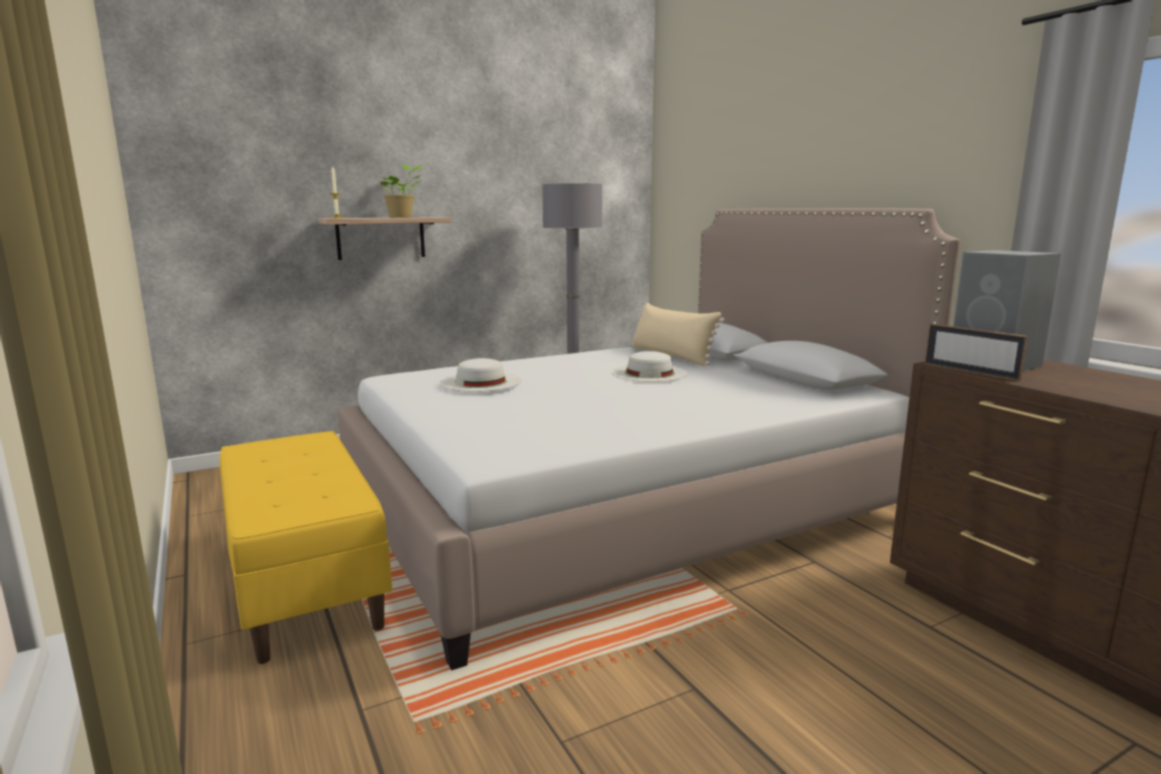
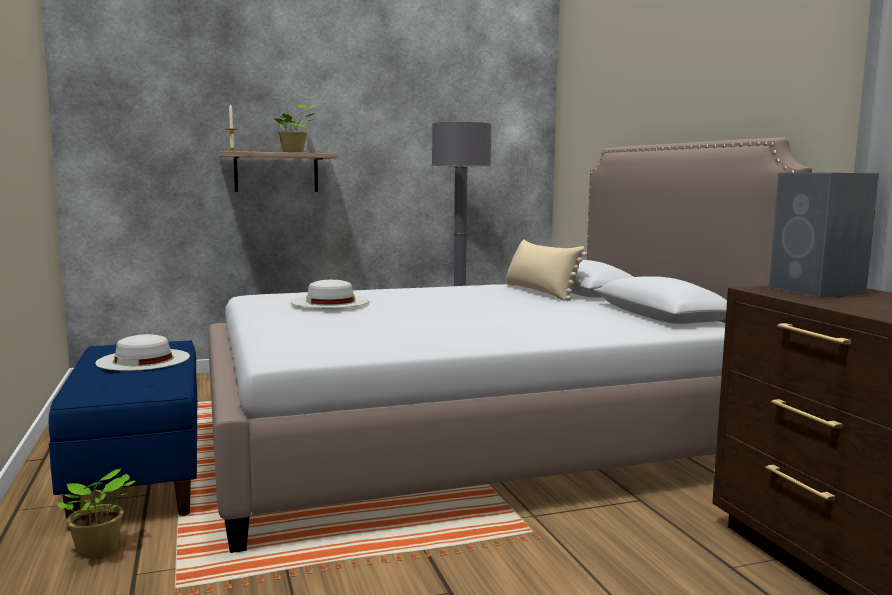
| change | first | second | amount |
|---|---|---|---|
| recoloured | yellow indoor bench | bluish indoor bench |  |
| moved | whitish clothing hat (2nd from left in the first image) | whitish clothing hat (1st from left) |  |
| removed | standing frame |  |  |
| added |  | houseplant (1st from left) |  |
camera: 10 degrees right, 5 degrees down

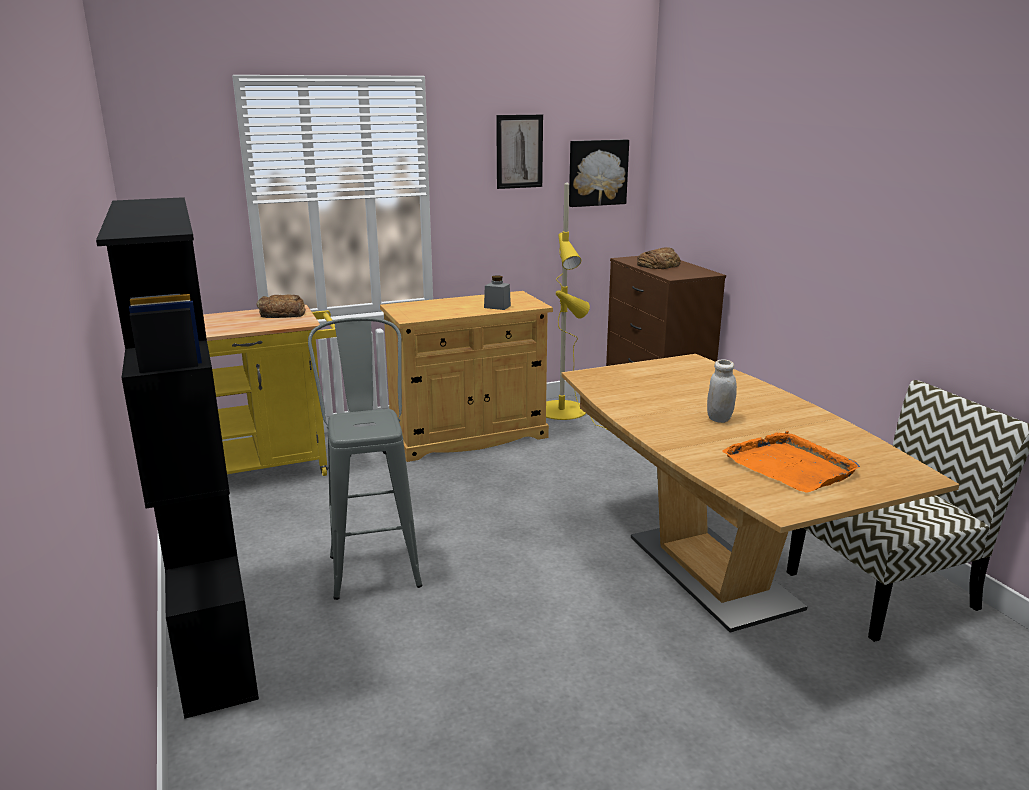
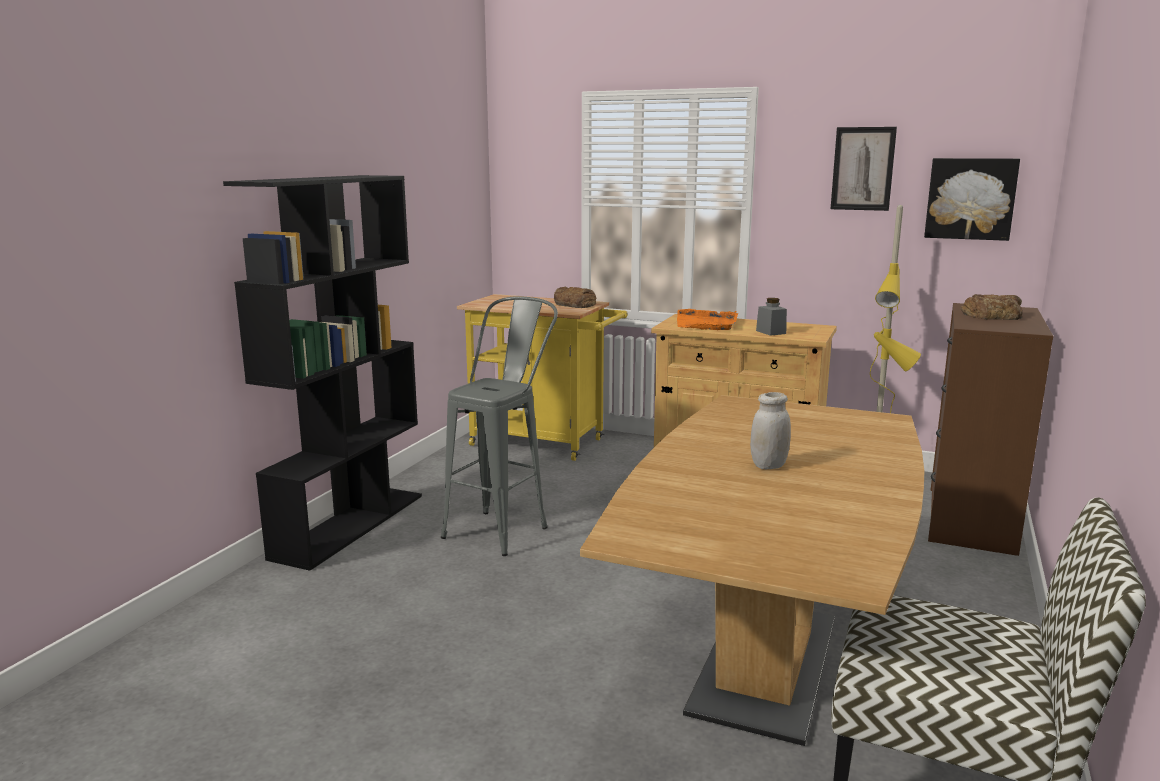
| change | first | second | amount |
|---|---|---|---|
| moved | orange-coloured carrying tray |  |  |
camera: 45 degrees right, 5 degrees down

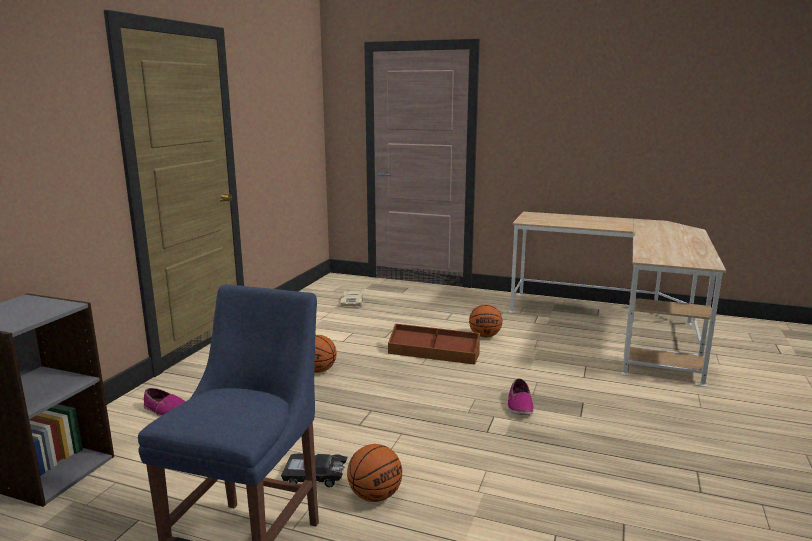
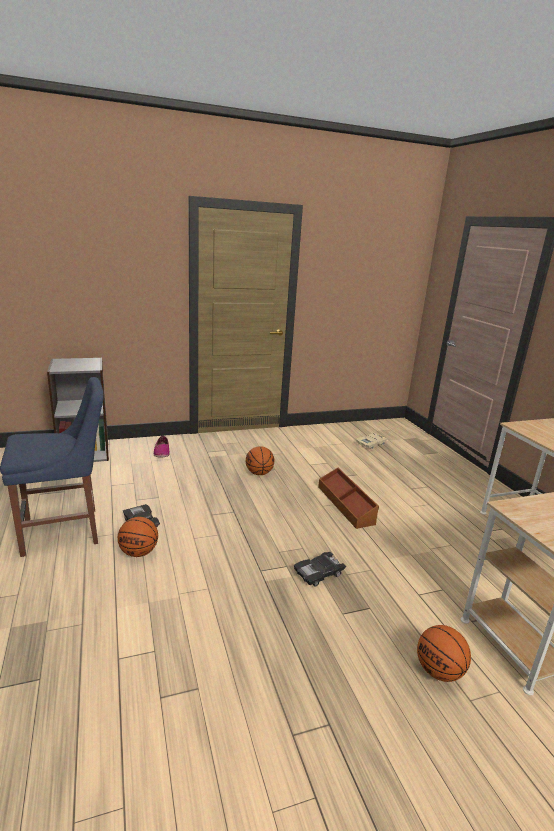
| change | first | second | amount |
|---|---|---|---|
| moved | basketball ball (3rd from left) |  |  |
| replaced | item of footwear (2nd from left) | black-coloured toy car (2nd from left) |  |
camera: 50 degrees right, 5 degrees up

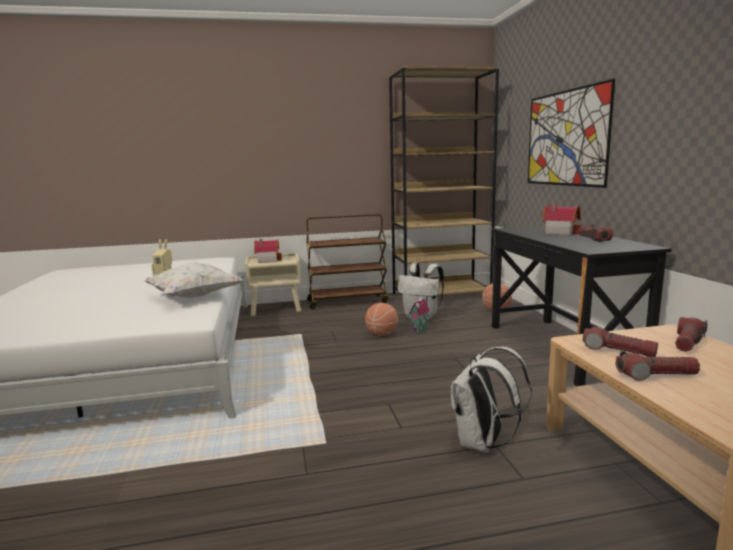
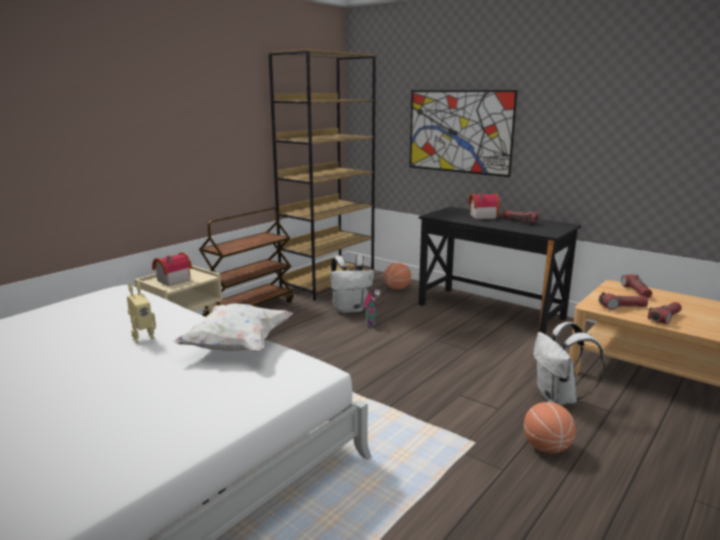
| change | first | second | amount |
|---|---|---|---|
| moved | basketball ball (1st from left in the first image) | basketball ball (2nd from left) |  |
camera: 40 degrees left, 5 degrees up

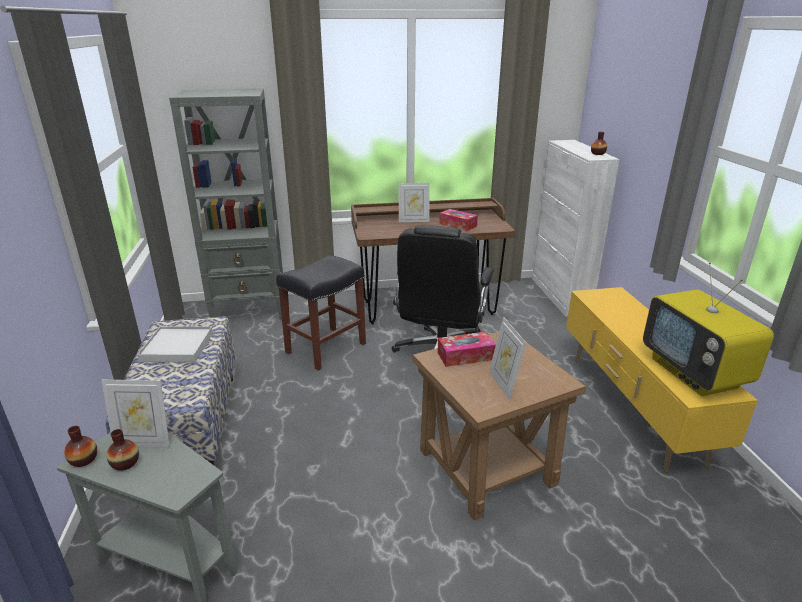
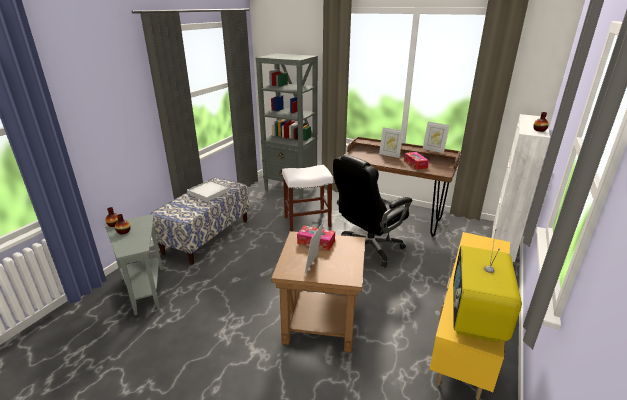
| change | first | second | amount |
|---|---|---|---|
| moved | standing frame (1st from left in the first image) | standing frame (3rd from left) |  |
| recoloured | black-coloured sitting stool | whitish sitting stool |  |
camera: 35 degrees right, 0 degrees up

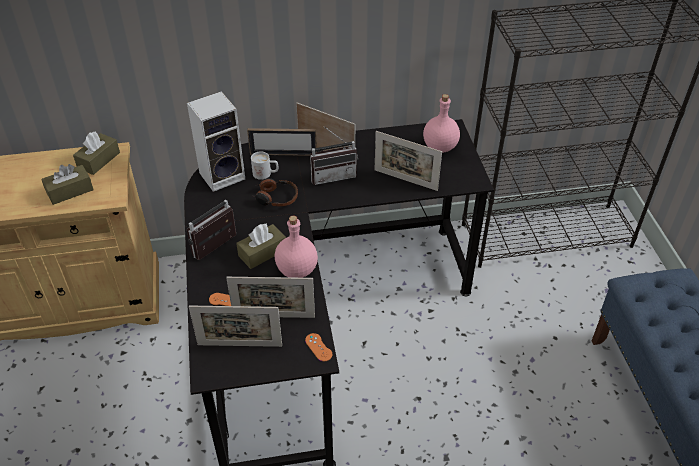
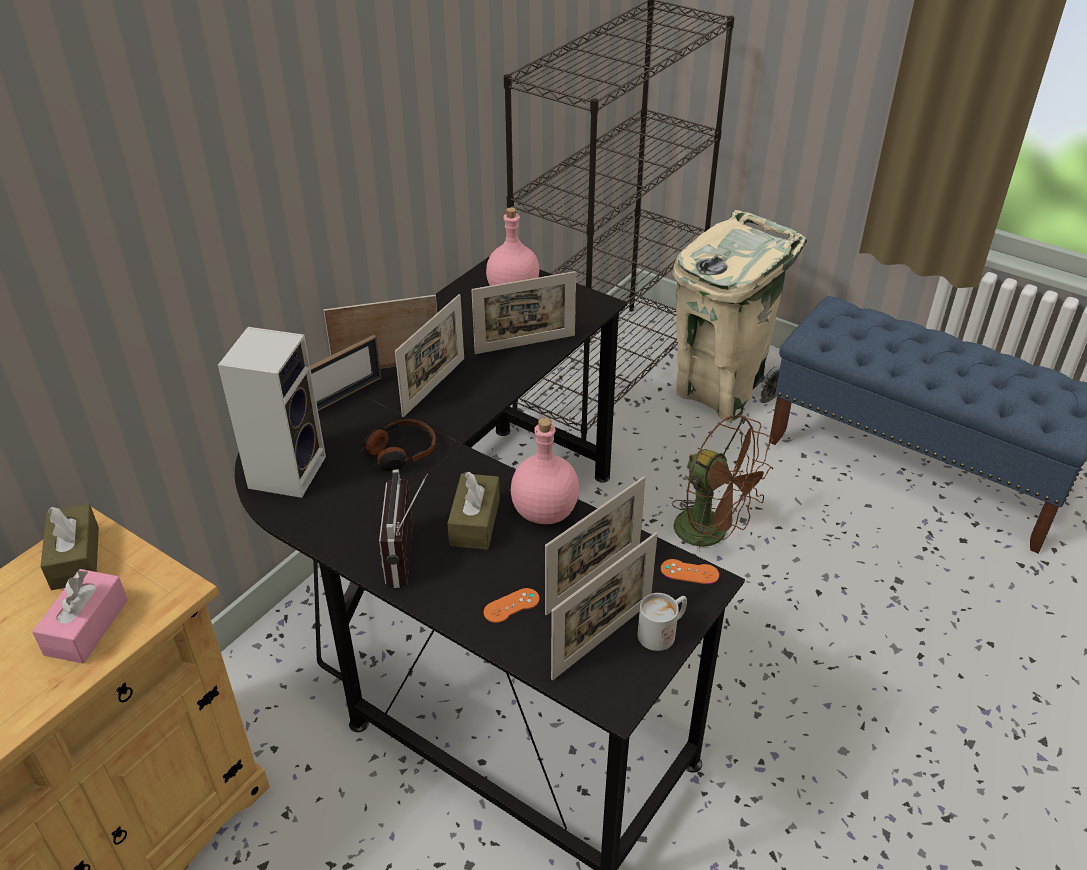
| change | first | second | amount |
|---|---|---|---|
| recoloured | brown box of tissues (1st from left) | pinkish box of tissues |  |
| moved | whitish coffee mug |  |  |
| replaced | radio receiver (2nd from left) | standing frame (3rd from left) |  |
| added |  | sand-coloured trash can |  |
| added |  | brown fan |  |
camera: 45 degrees left, 5 degrees down

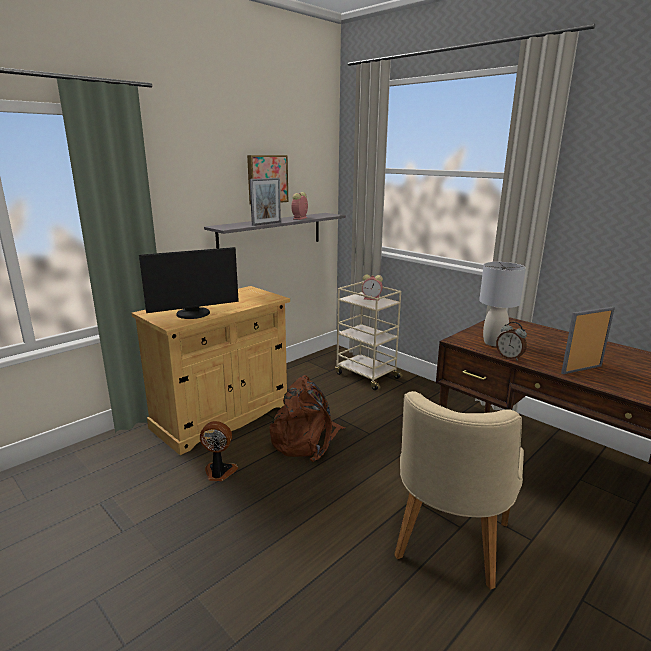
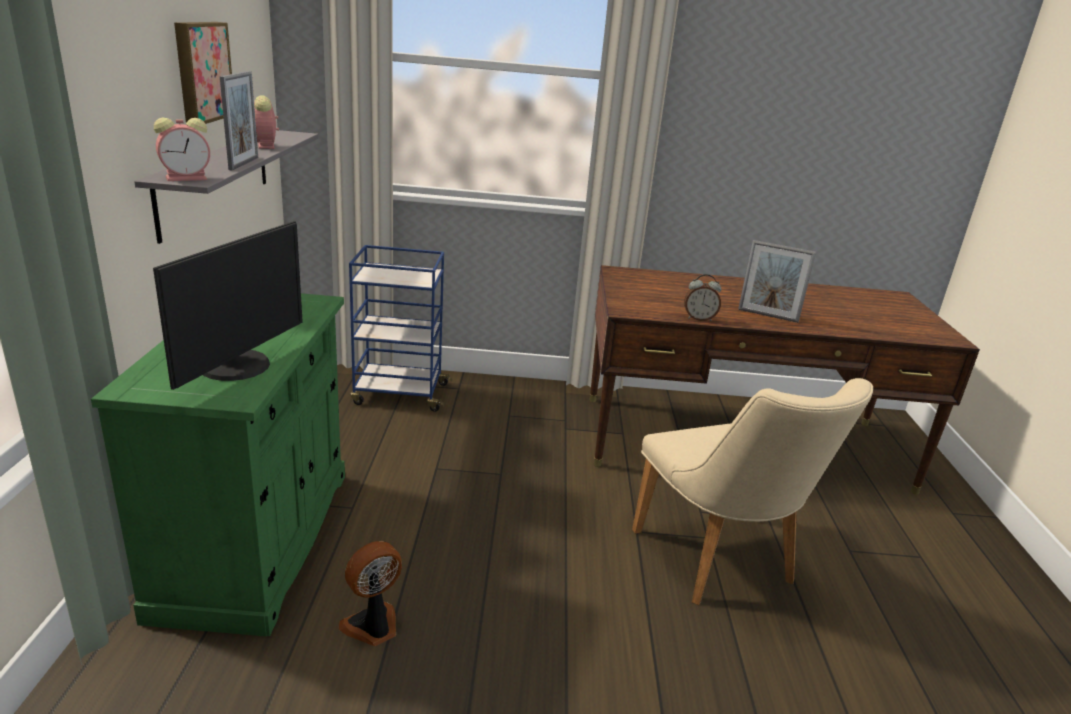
| change | first | second | amount |
|---|---|---|---|
| recoloured | sand-coloured cupboard | greenish cupboard |  |
| removed | brown backpack |  |  |
| recoloured | sand-coloured trolley | bluish trolley |  |
| moved | alarm clock (2nd from left in the first image) | alarm clock (1st from left) |  |
| removed | grey tabletop lamp |  |  |
| turned | standing frame (2nd from left) |  | 90 degrees counterclockwise |
camera: 45 degrees left, 5 degrees up

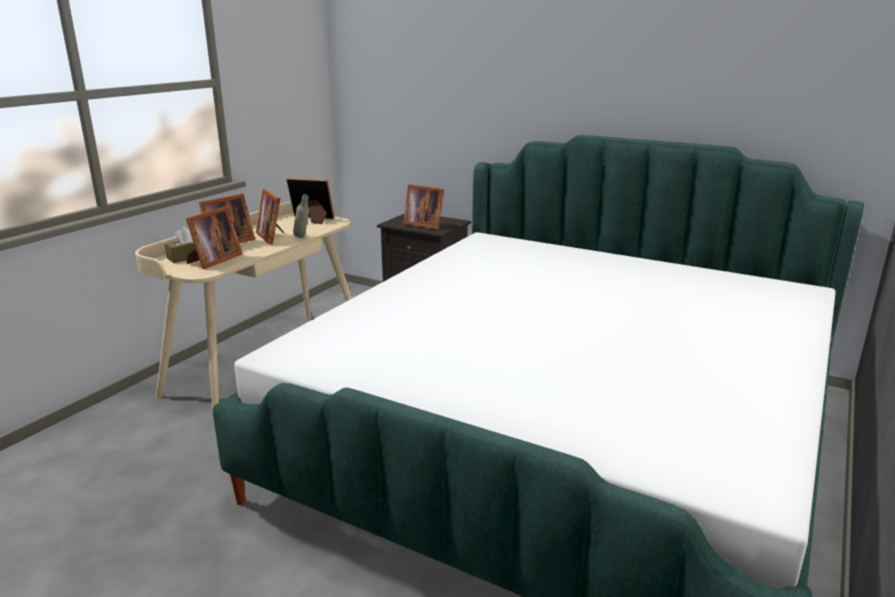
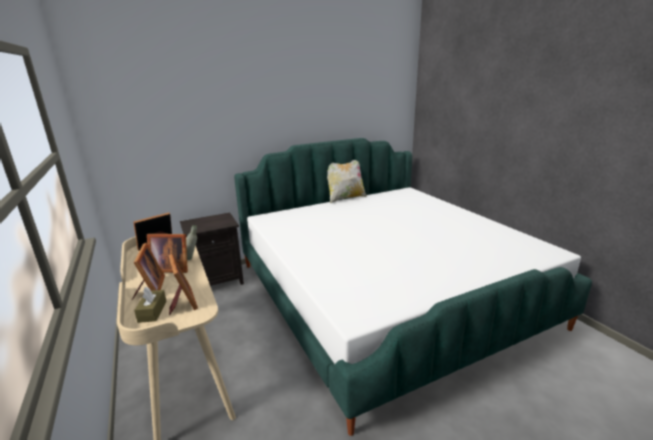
| change | first | second | amount |
|---|---|---|---|
| removed | standing frame (5th from left) |  |  |
| added |  | pillow |  |
camera: 55 degrees left, 0 degrees up

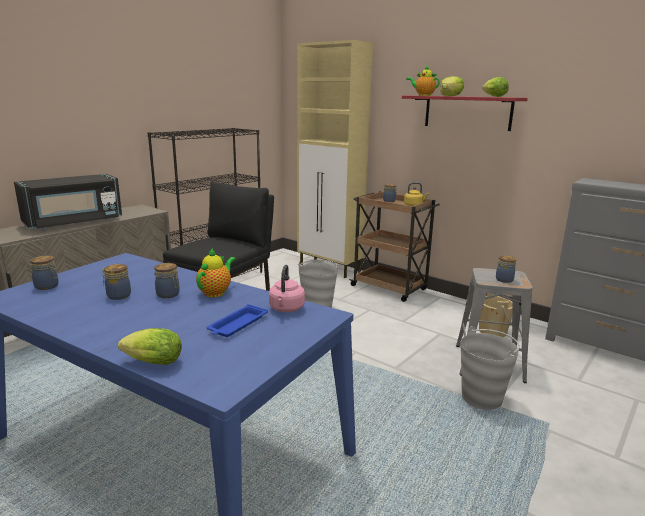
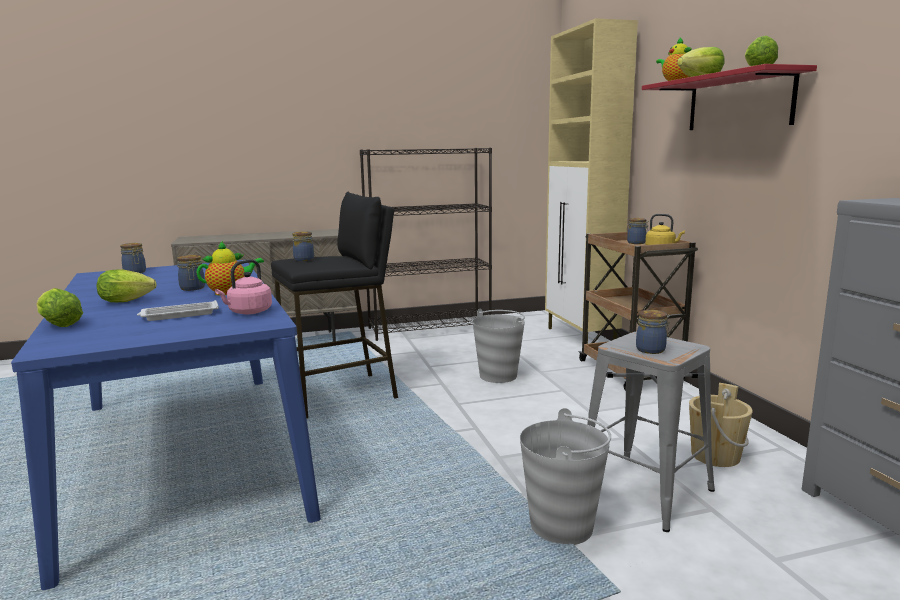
| change | first | second | amount |
|---|---|---|---|
| removed | black-coloured microwave |  |  |
| moved | jar (2nd from left in the first image) | jar (3rd from left) |  |
| recoloured | bluish carrying tray | whitish carrying tray |  |
| added |  | lettuce head (2nd from left) |  |
camera: 35 degrees right, 5 degrees down

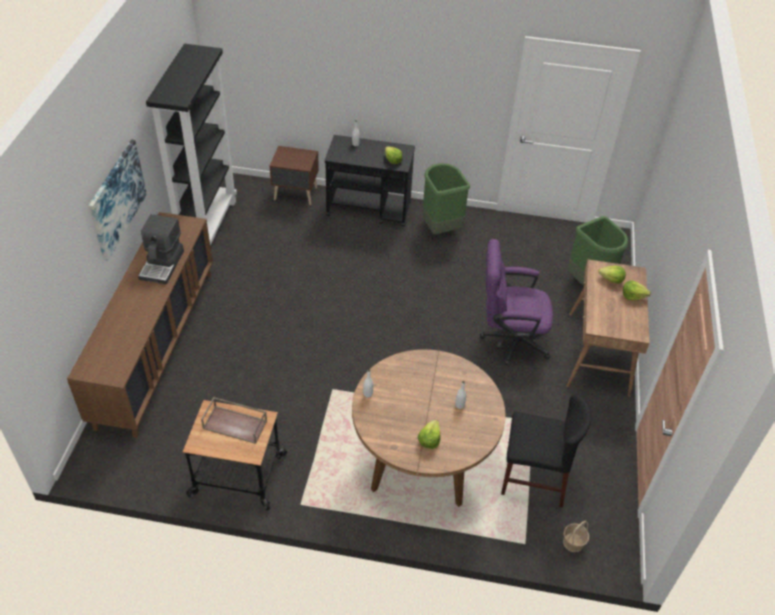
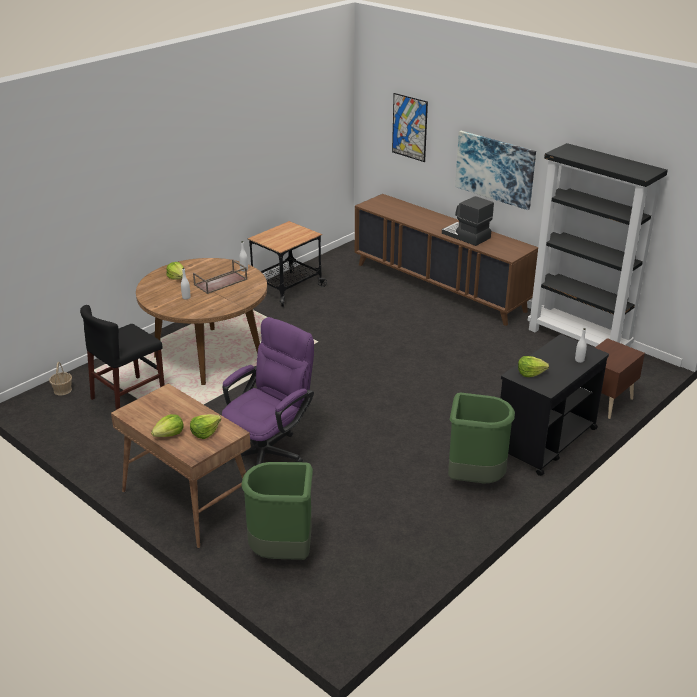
| change | first | second | amount |
|---|---|---|---|
| moved | brown carrying tray |  |  |
| added |  | wall picture (1st from left) |  |
camera: 125 degrees right, 15 degrees down

